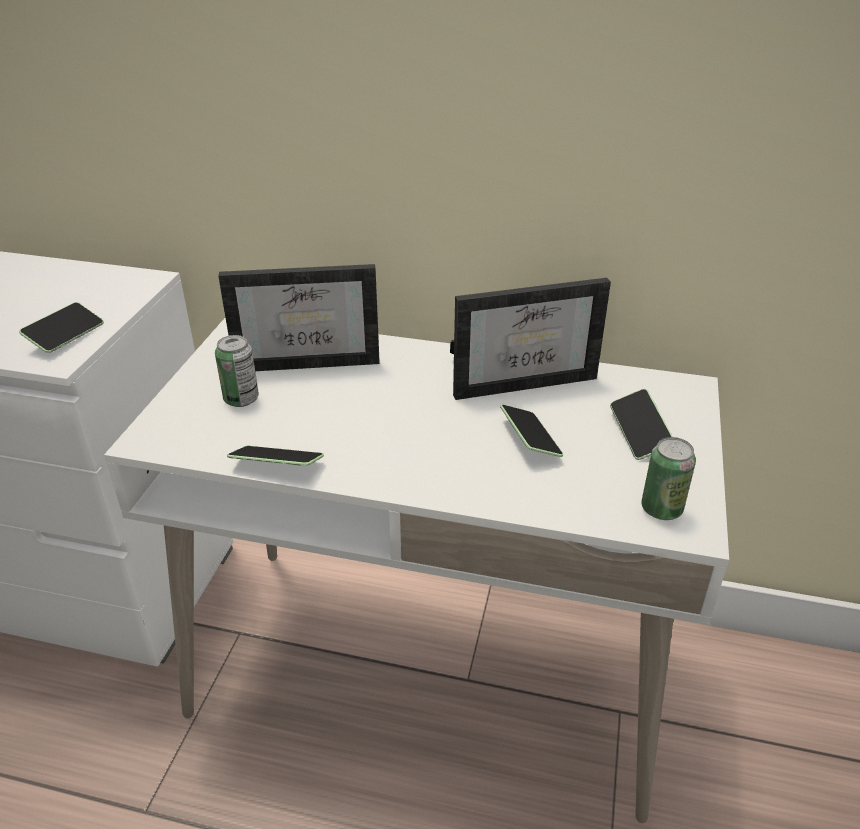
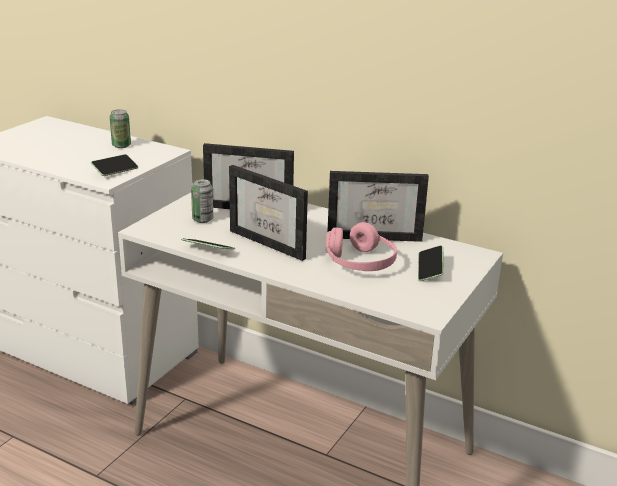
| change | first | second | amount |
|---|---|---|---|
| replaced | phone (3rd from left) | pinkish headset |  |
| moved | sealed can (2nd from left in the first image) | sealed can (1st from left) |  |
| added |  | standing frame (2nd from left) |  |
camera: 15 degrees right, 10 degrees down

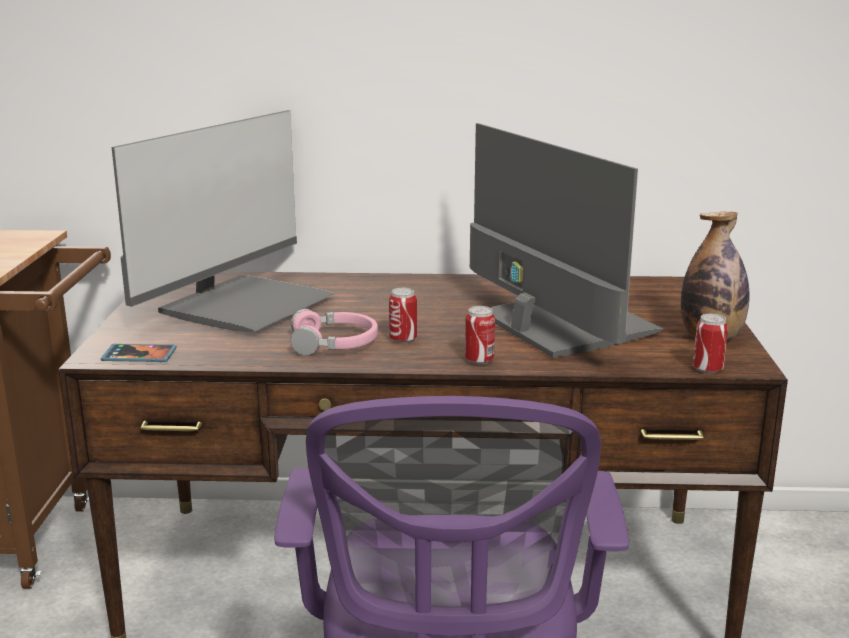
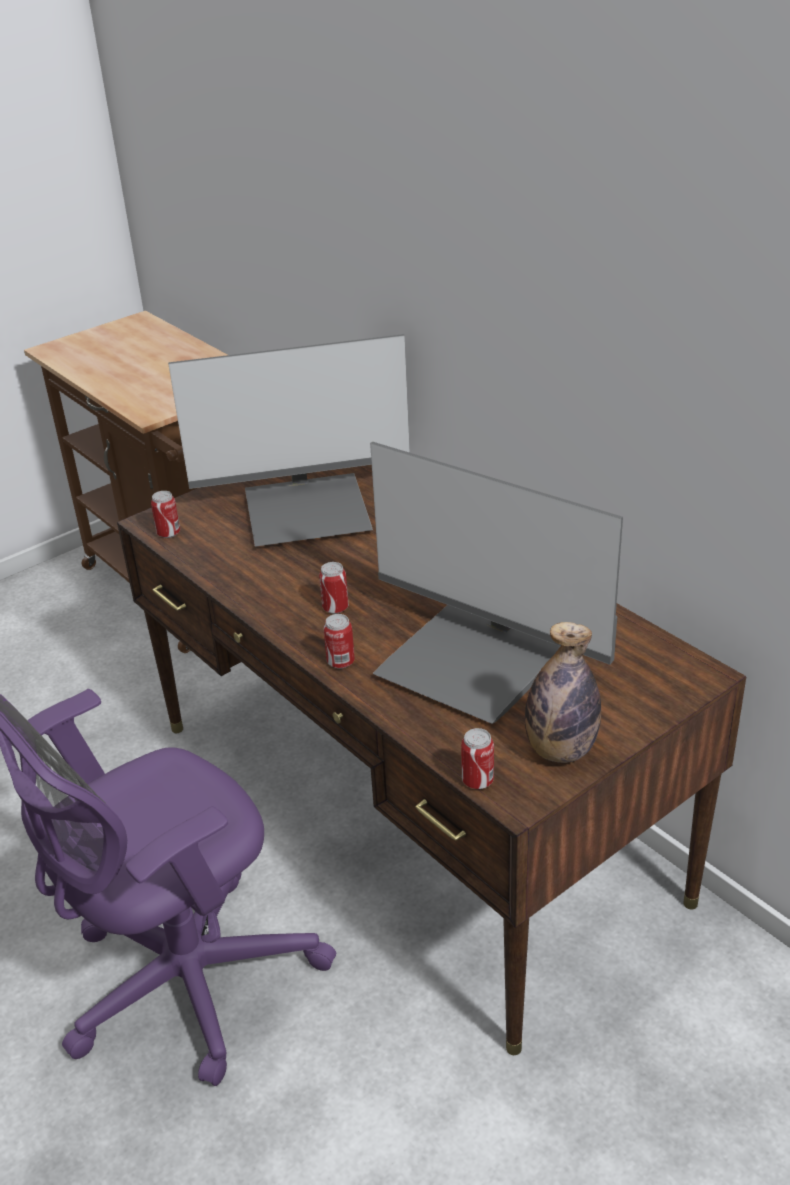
| change | first | second | amount |
|---|---|---|---|
| replaced | phone | sealed can (1st from left) |  |
| removed | pinkish headset |  |  |
| turned | computer display (2nd from left) |  | 105 degrees clockwise |
camera: 50 degrees right, 15 degrees up

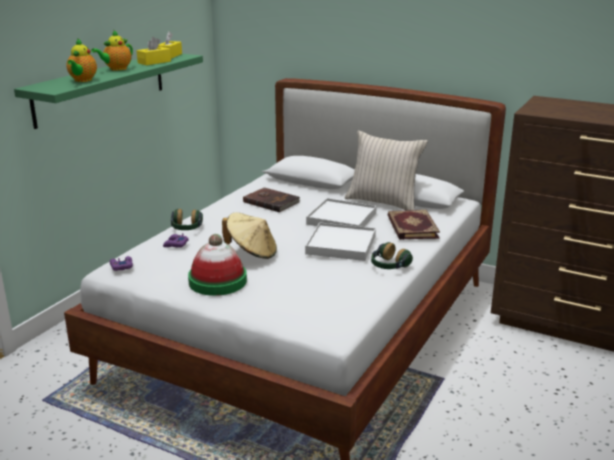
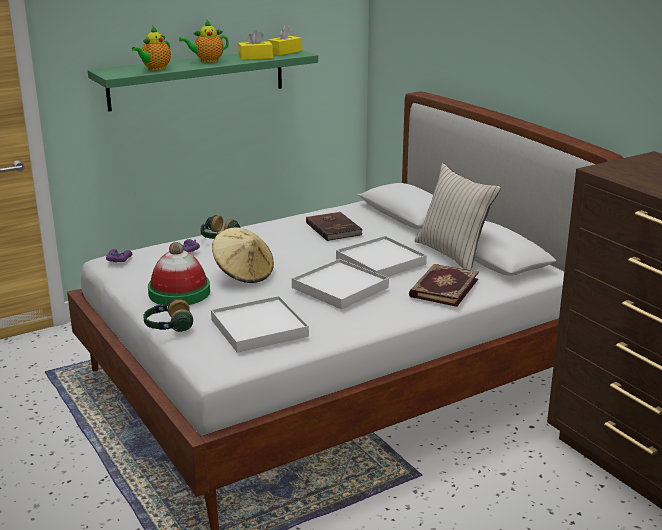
| change | first | second | amount |
|---|---|---|---|
| moved | headset (2nd from left in the first image) | headset (1st from left) |  |
| added |  | whitish carrying tray (1st from left) |  |
camera: 30 degrees right, 0 degrees up

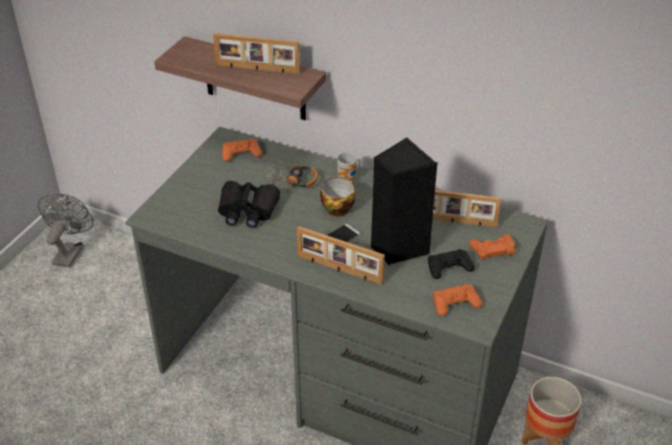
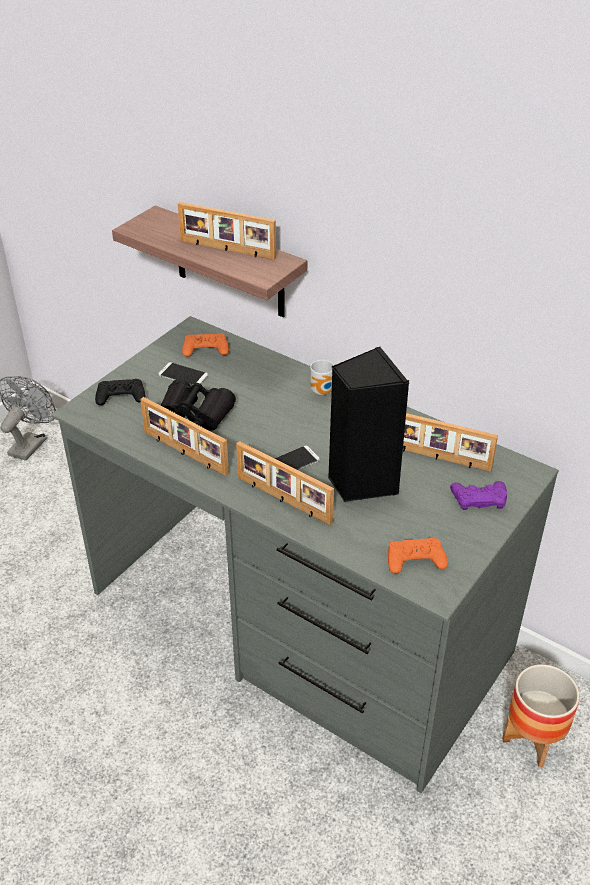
| change | first | second | amount |
|---|---|---|---|
| removed | headset |  |  |
| removed | drinking cup |  |  |
| moved | black-coloured joypad |  |  |
| recoloured | orange-coloured joypad (3rd from left) | purple-coloured joypad |  |
| added |  | standing frame (1st from left) |  |
| added |  | phone (1st from left) |  |
camera: 10 degrees right, 0 degrees up

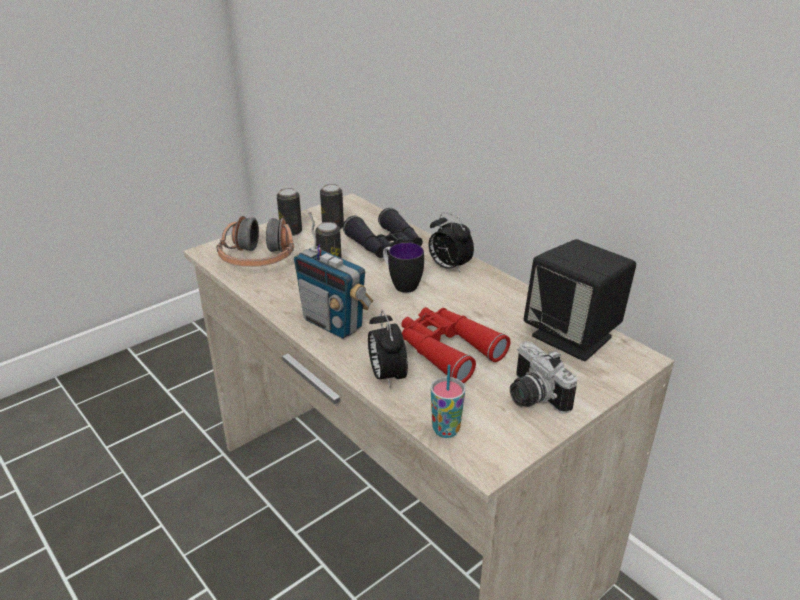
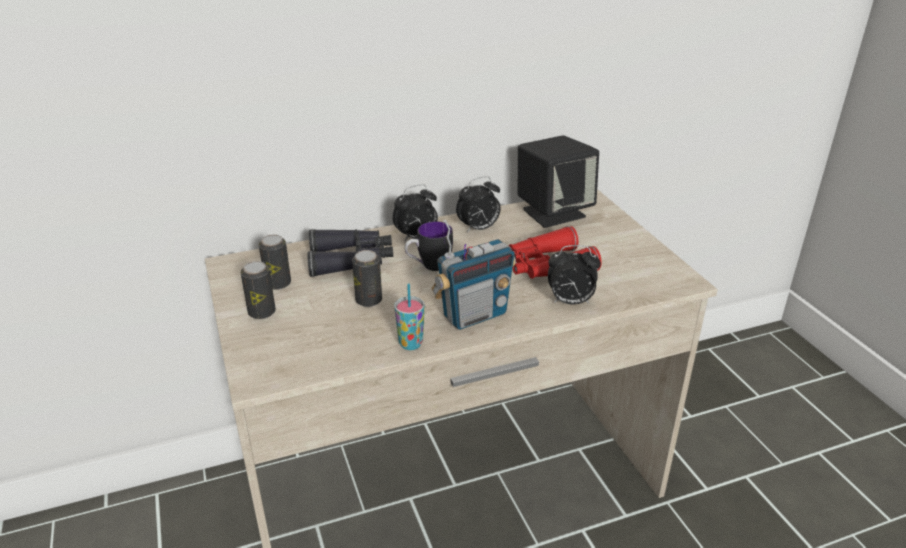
| change | first | second | amount |
|---|---|---|---|
| removed | headset |  |  |
| moved | drinking cup |  |  |
| removed | photo camera |  |  |
| added |  | alarm clock (2nd from left) |  |
camera: 70 degrees left, 0 degrees up

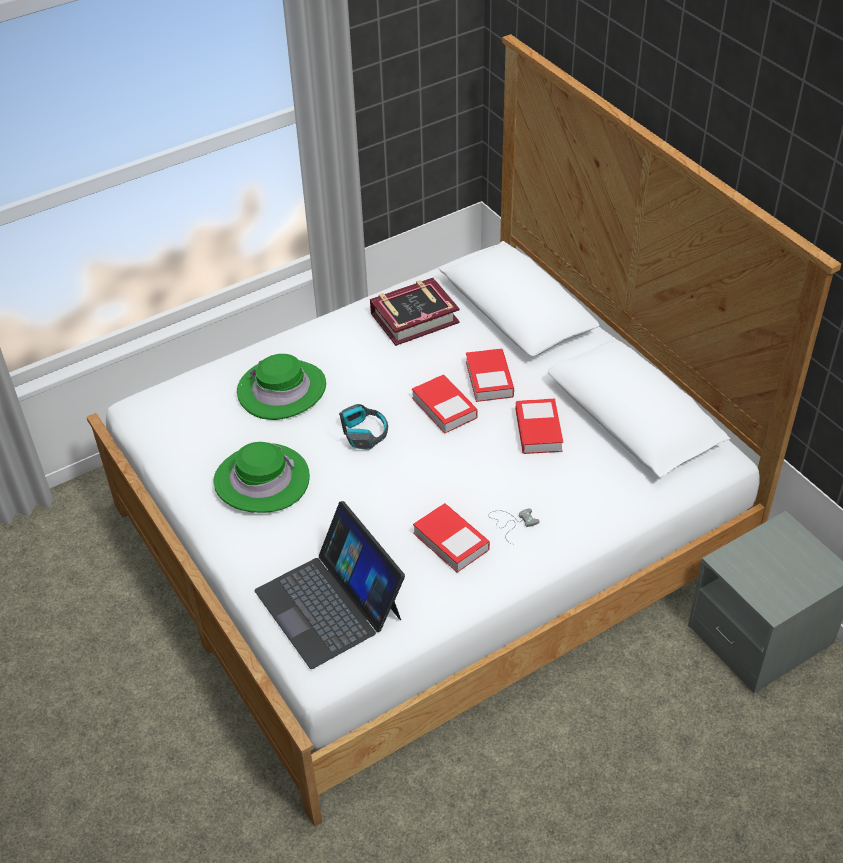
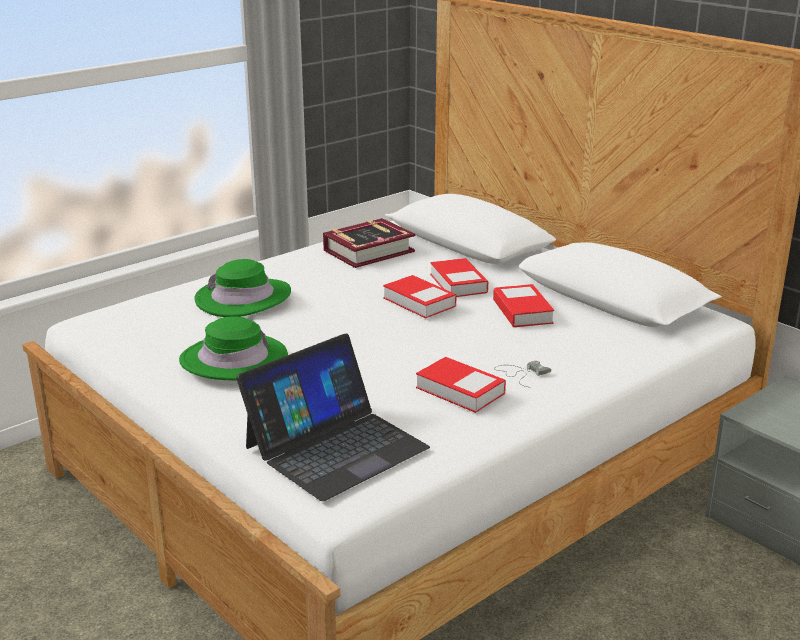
| change | first | second | amount |
|---|---|---|---|
| turned | portable computer |  | 90 degrees counterclockwise |
| removed | headset |  |  |
camera: 10 degrees left, 20 degrees down

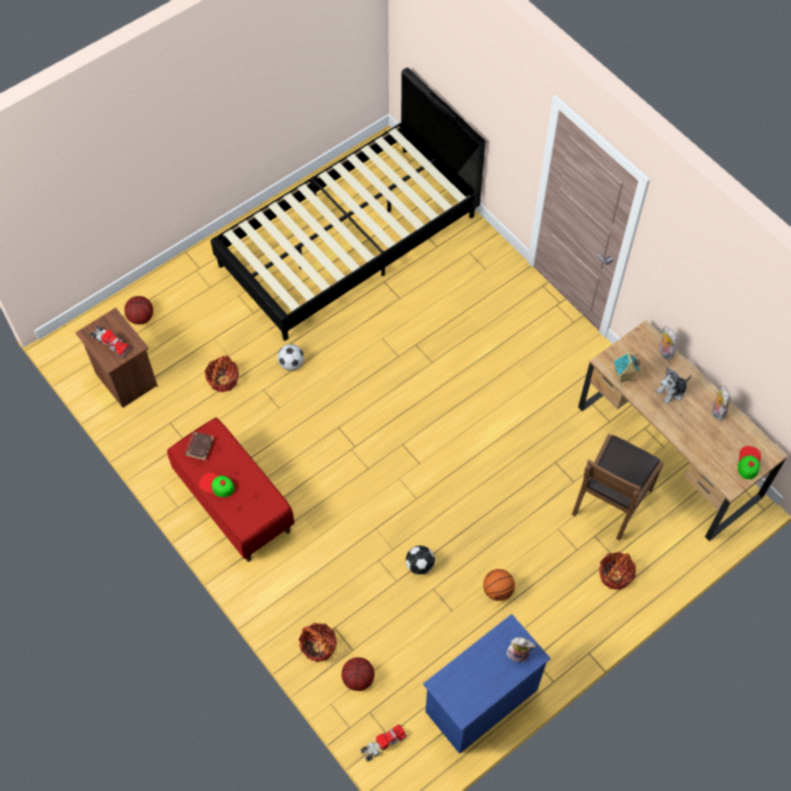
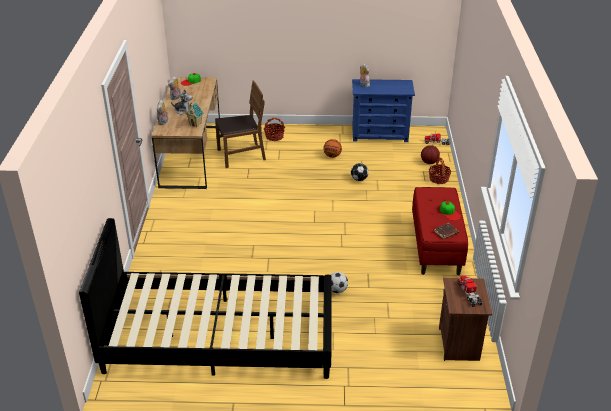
| change | first | second | amount |
|---|---|---|---|
| removed | basketball ball (1st from left) |  |  |
| removed | basket (1st from left) |  |  |
camera: 140 degrees left, 25 degrees down

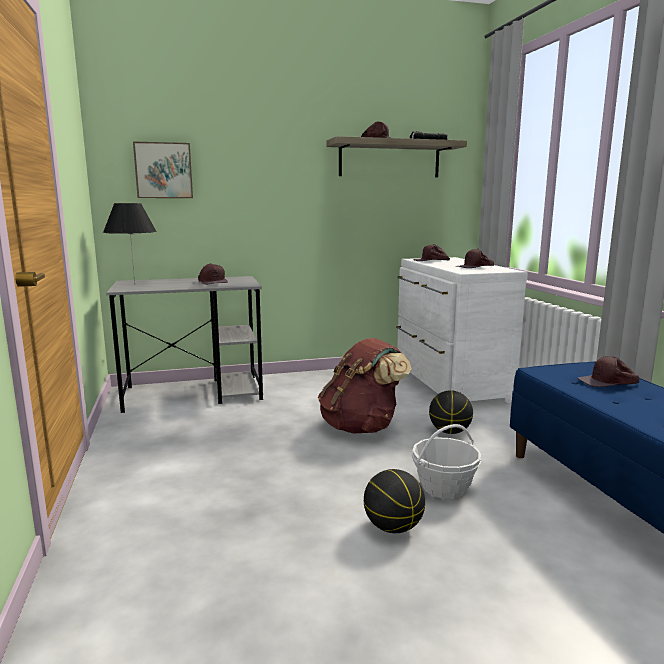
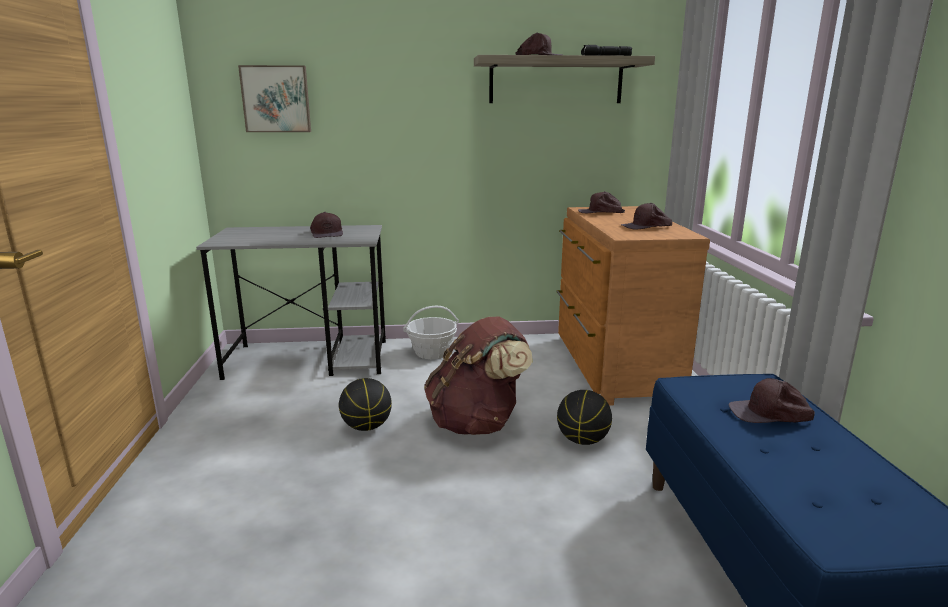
| change | first | second | amount |
|---|---|---|---|
| removed | black-coloured tabletop lamp |  |  |
| moved | basketball ball (1st from left) |  |  |
| recoloured | whitish drawer chest | brown drawer chest |  |
| moved | basket |  |  |
camera: 10 degrees right, 5 degrees up

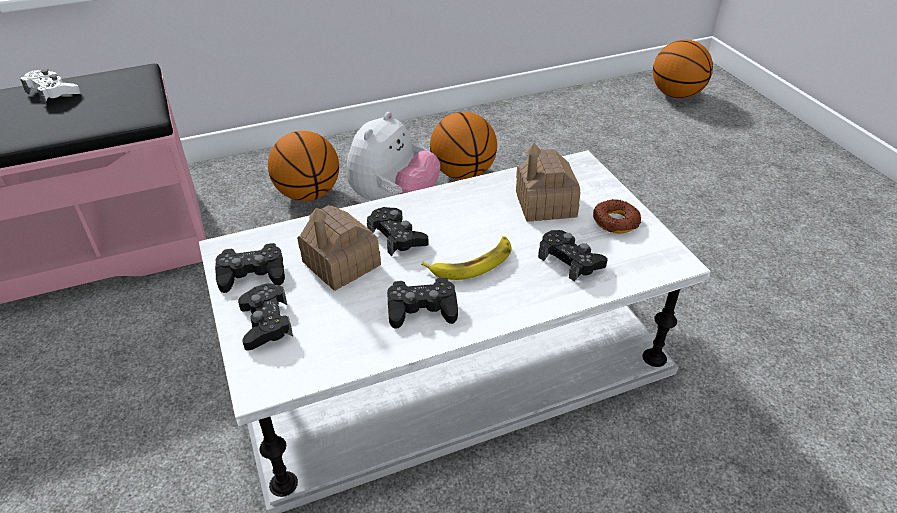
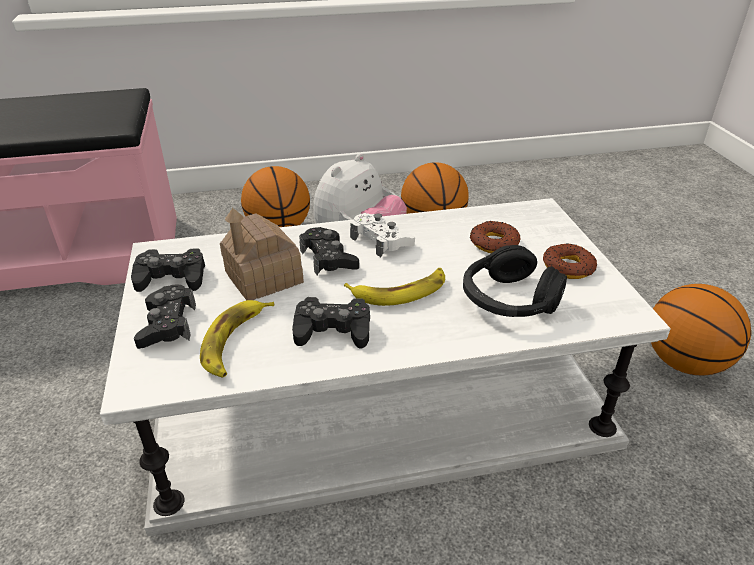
| change | first | second | amount |
|---|---|---|---|
| moved | whitish joypad |  |  |
| replaced | miniature house (2nd from left) | donut (1st from left) |  |
| replaced | black-coloured joypad (5th from left) | black-coloured headset |  |
| moved | basketball ball (3rd from left) |  |  |
| added |  | banana fruit (1st from left) |  |
camera: 10 degrees right, 5 degrees down

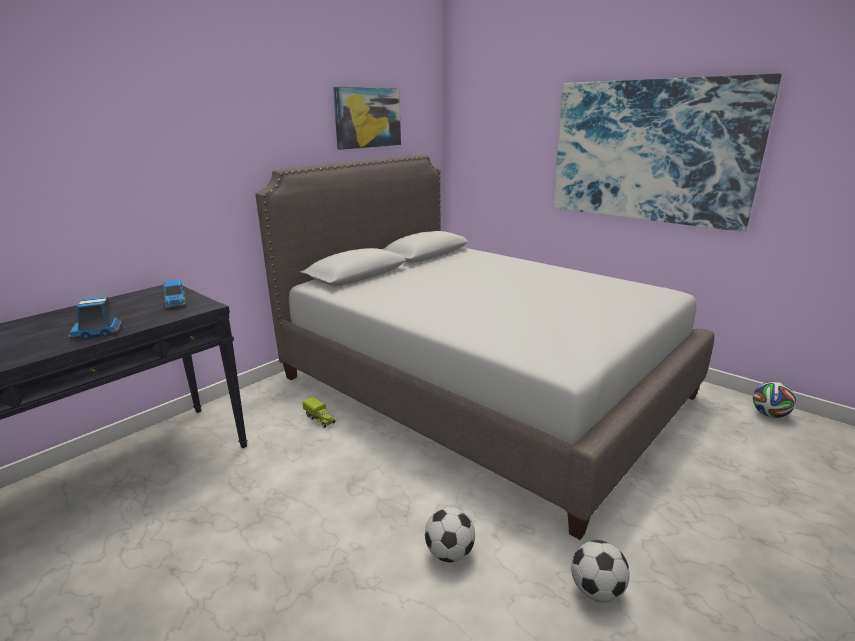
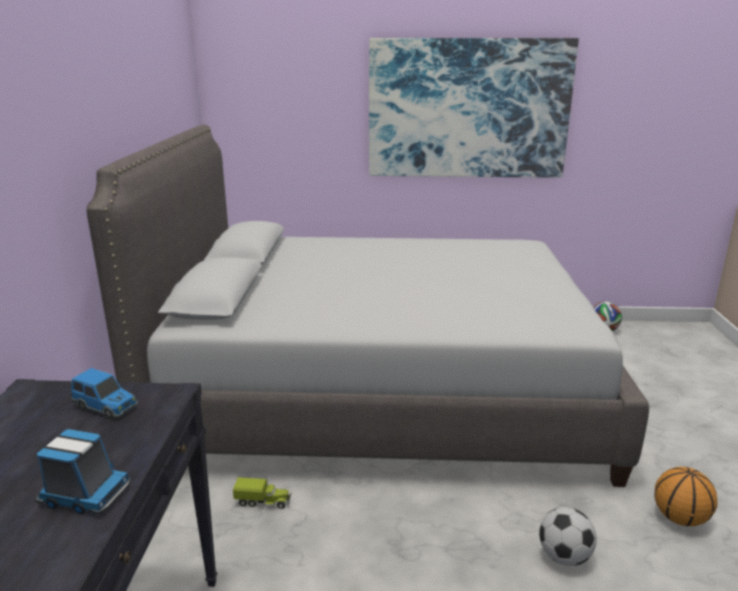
| change | first | second | amount |
|---|---|---|---|
| turned | toy lorry (1st from left) |  | 105 degrees counterclockwise |
| removed | wall picture (1st from left) |  |  |
| replaced | ball for football (2nd from left) | basketball ball |  |
camera: 40 degrees left, 0 degrees up

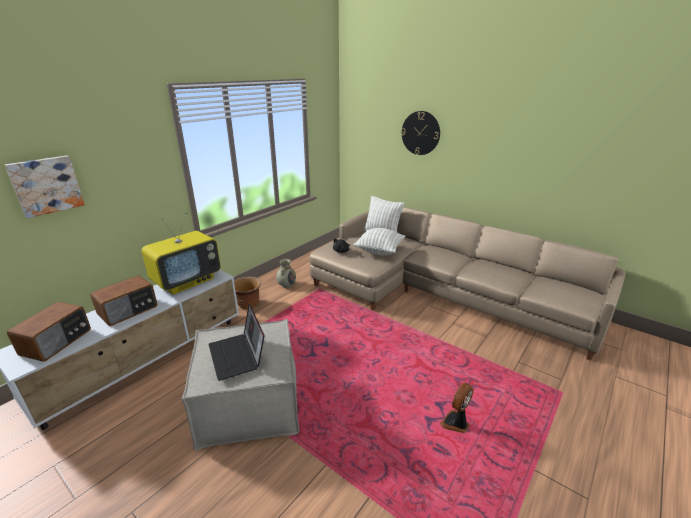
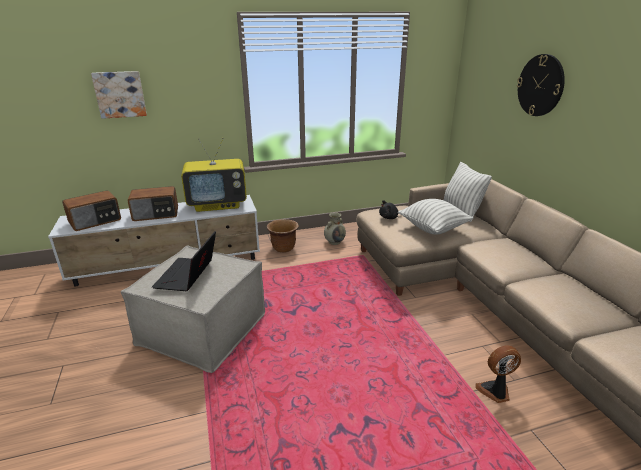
| change | first | second | amount |
|---|---|---|---|
| moved | fan |  |  |
camera: 35 degrees right, 0 degrees up

